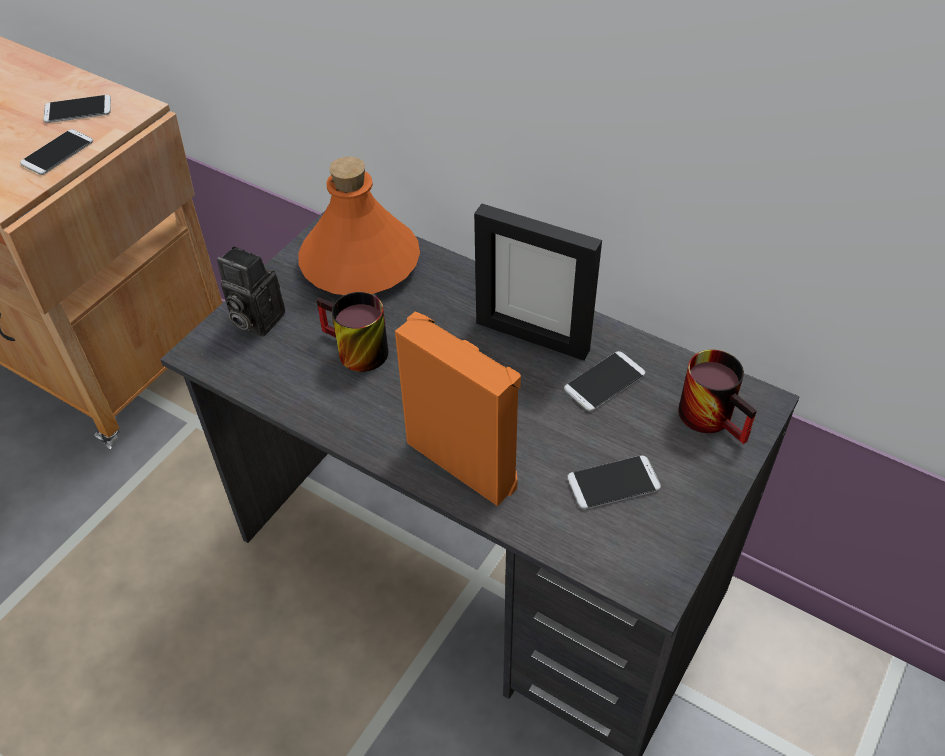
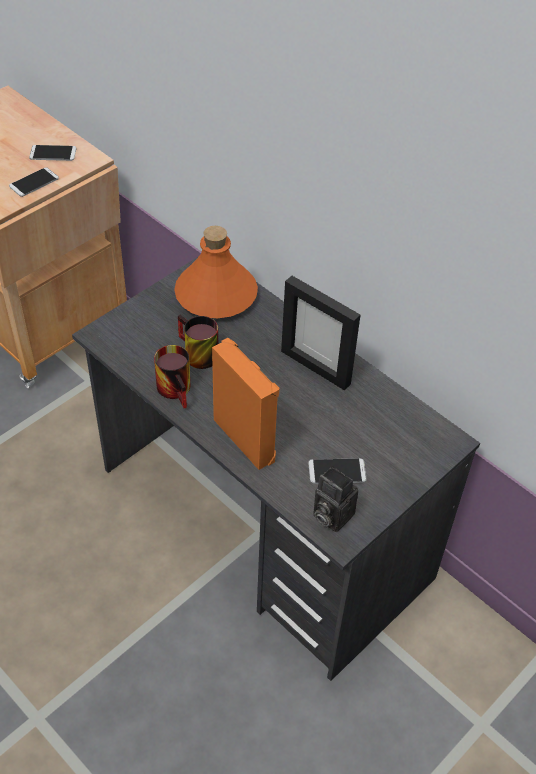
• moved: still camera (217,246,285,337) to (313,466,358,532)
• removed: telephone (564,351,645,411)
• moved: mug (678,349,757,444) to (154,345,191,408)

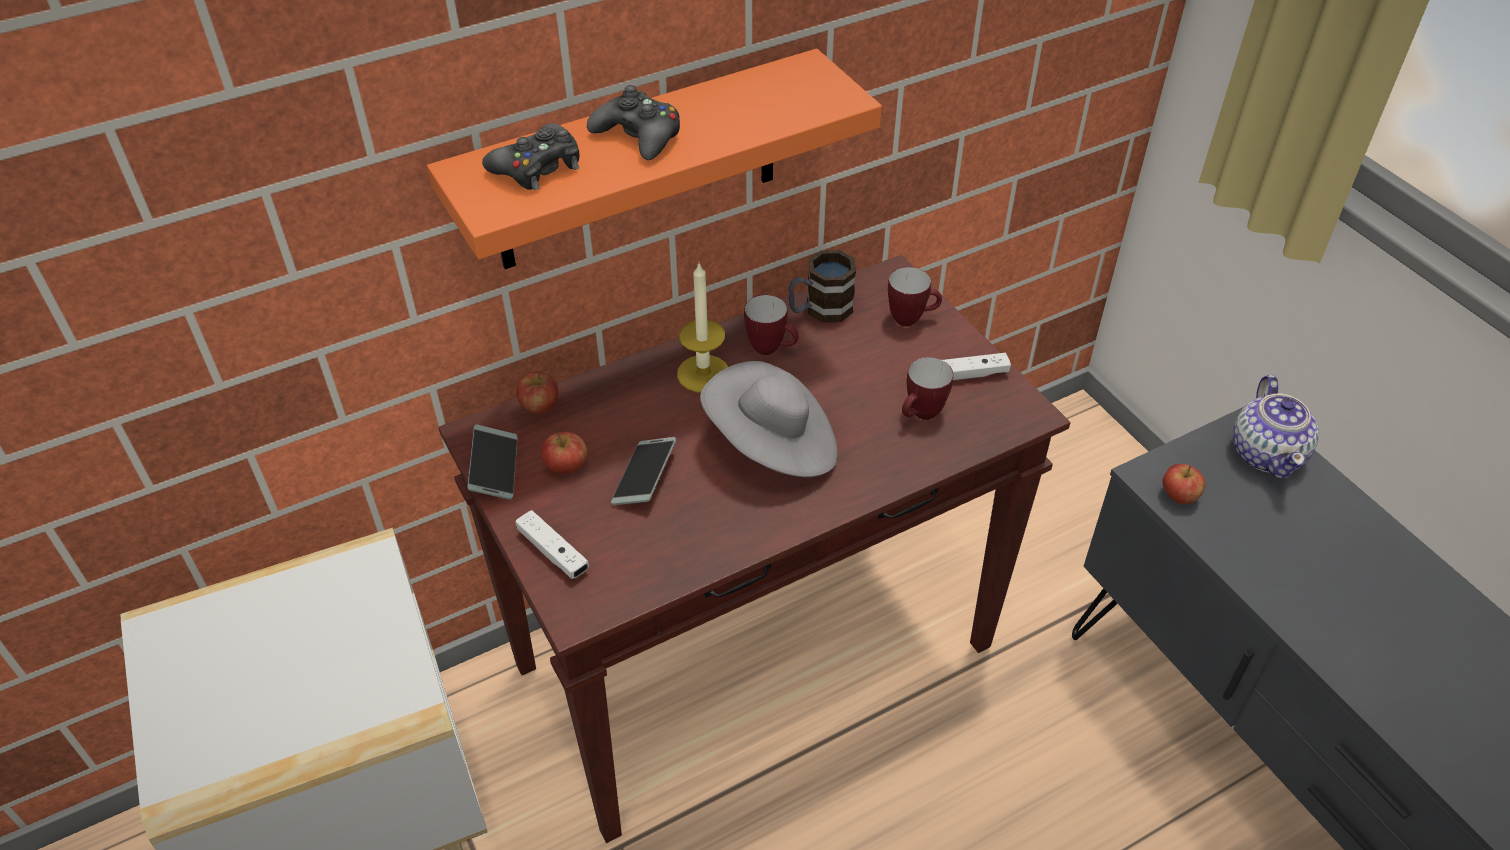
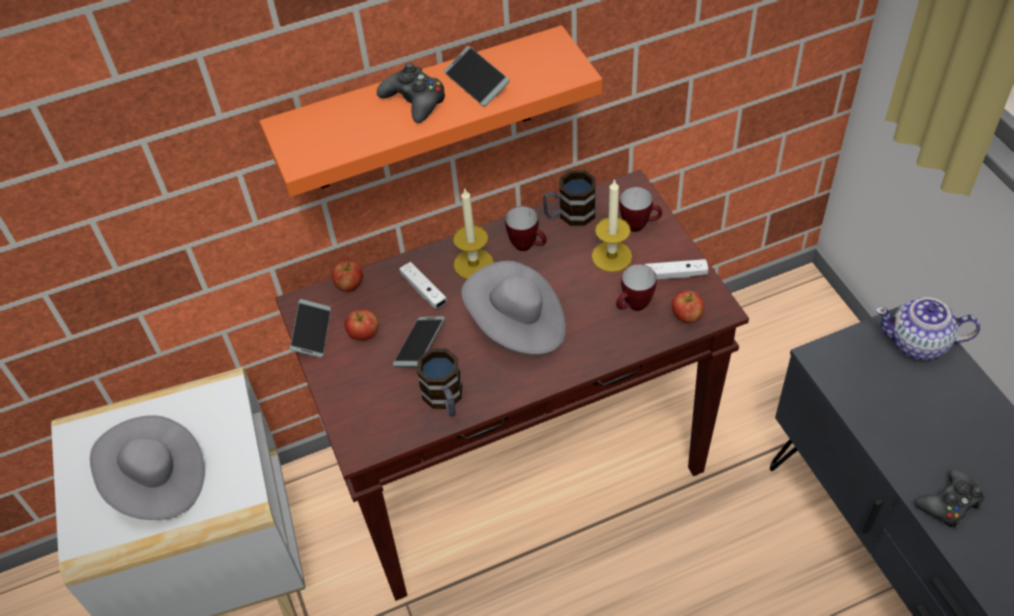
• moved: joypad (black-coloured) (482,123,579,190) to (915,469,985,529)
• moved: joypad (white-coloured) (515,510,589,579) to (399,262,447,309)
• moved: apple fruit (1162,464,1205,504) to (672,290,705,323)
• turned: teapot (1233,375,1319,479) = (875,298,980,360) 90 degrees clockwise
• added: wearable hat (gray) (90,415,205,520)
• added: mug (417,349,462,416)
• added: telephone (444,46,510,107)
• added: wax light (592,179,632,272)

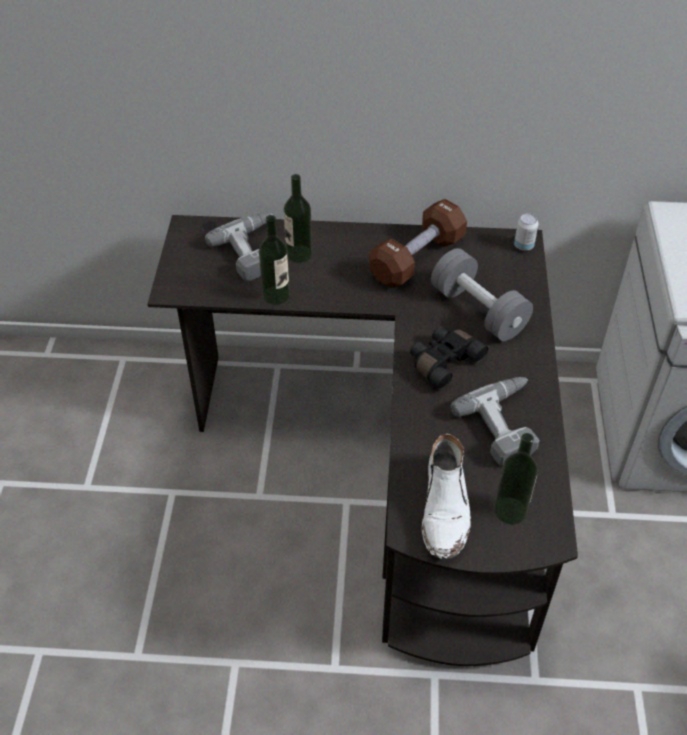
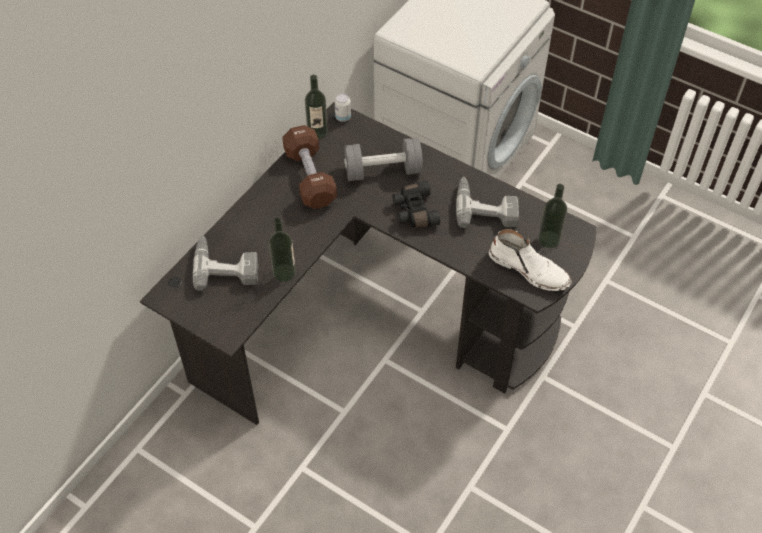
• moved: bottle (284,174,312,263) to (305,75,328,139)

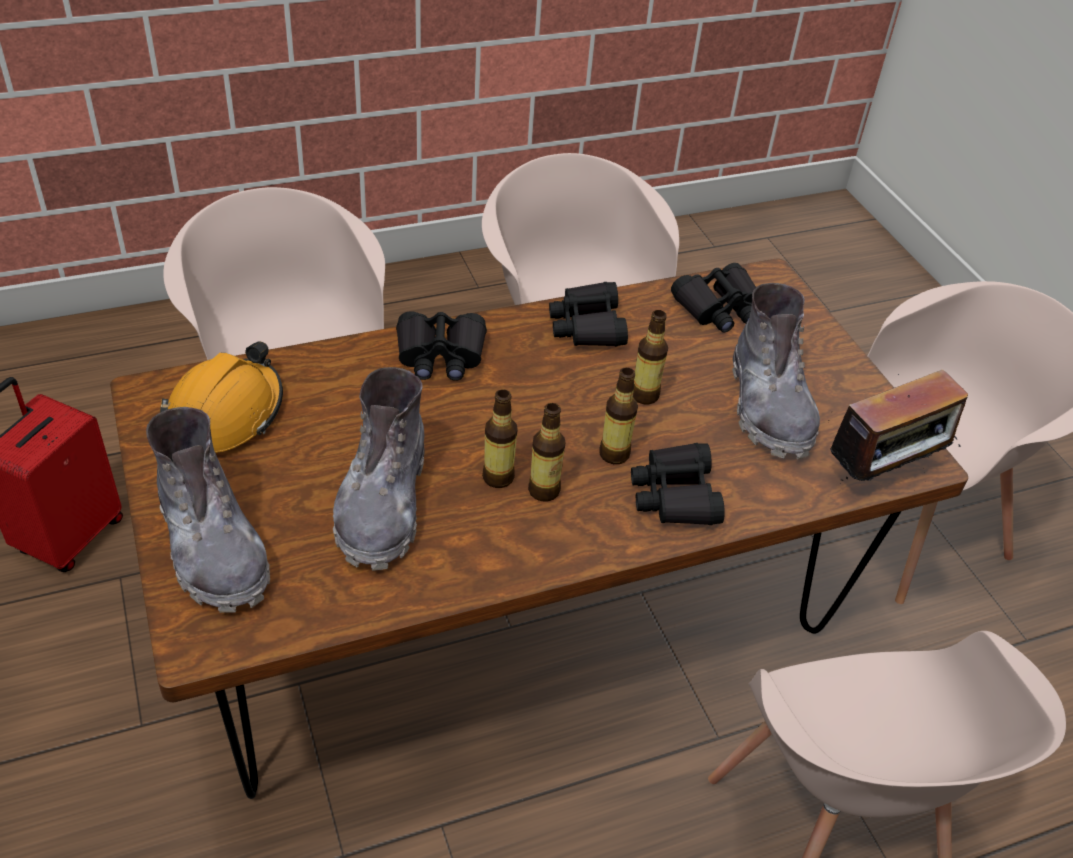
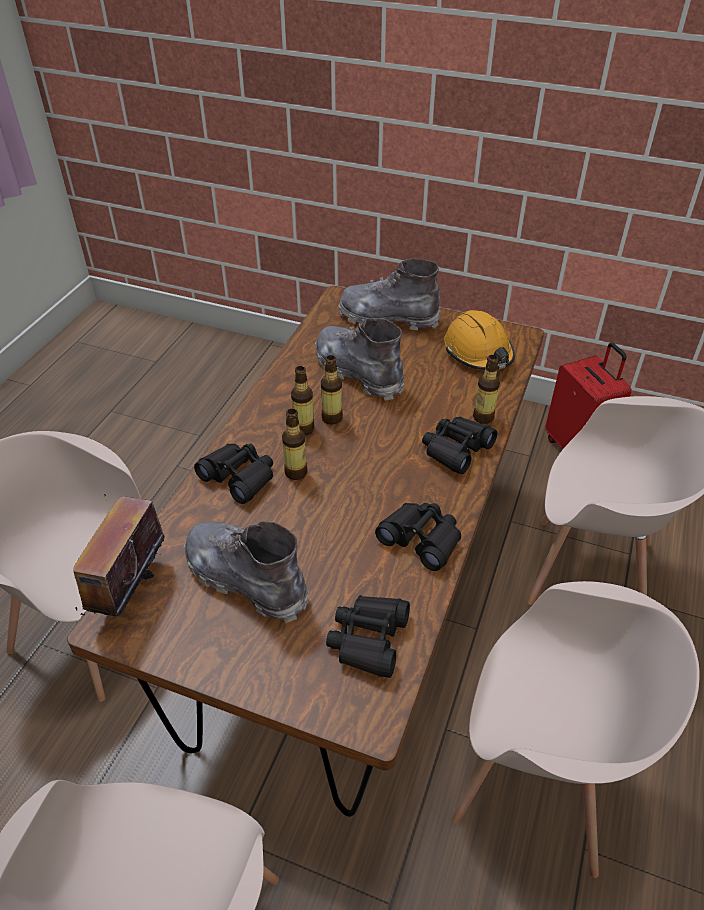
• moved: bottle (633,310,668,404) to (473,355,500,424)

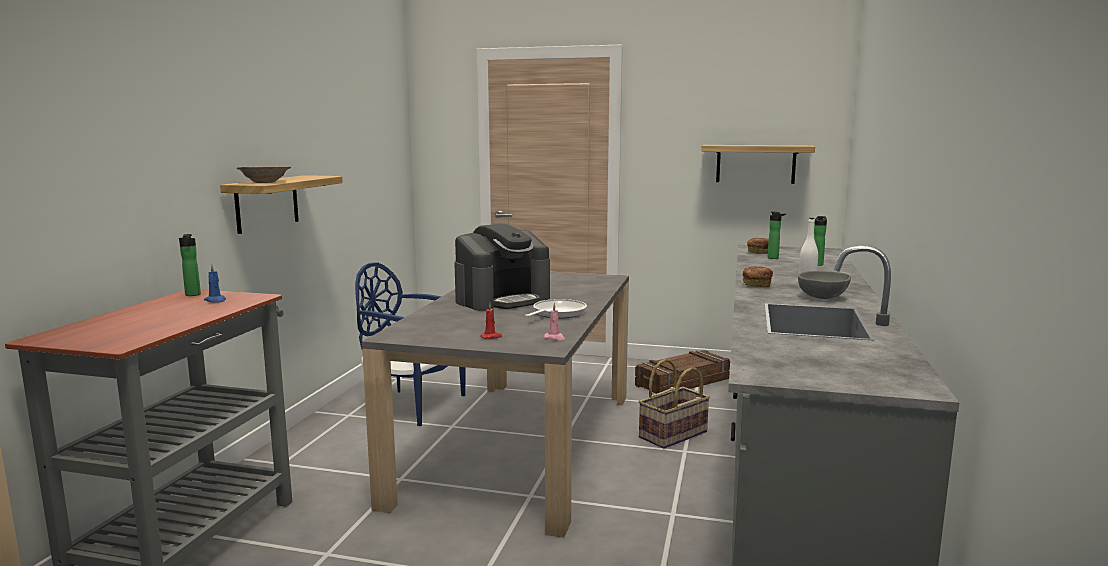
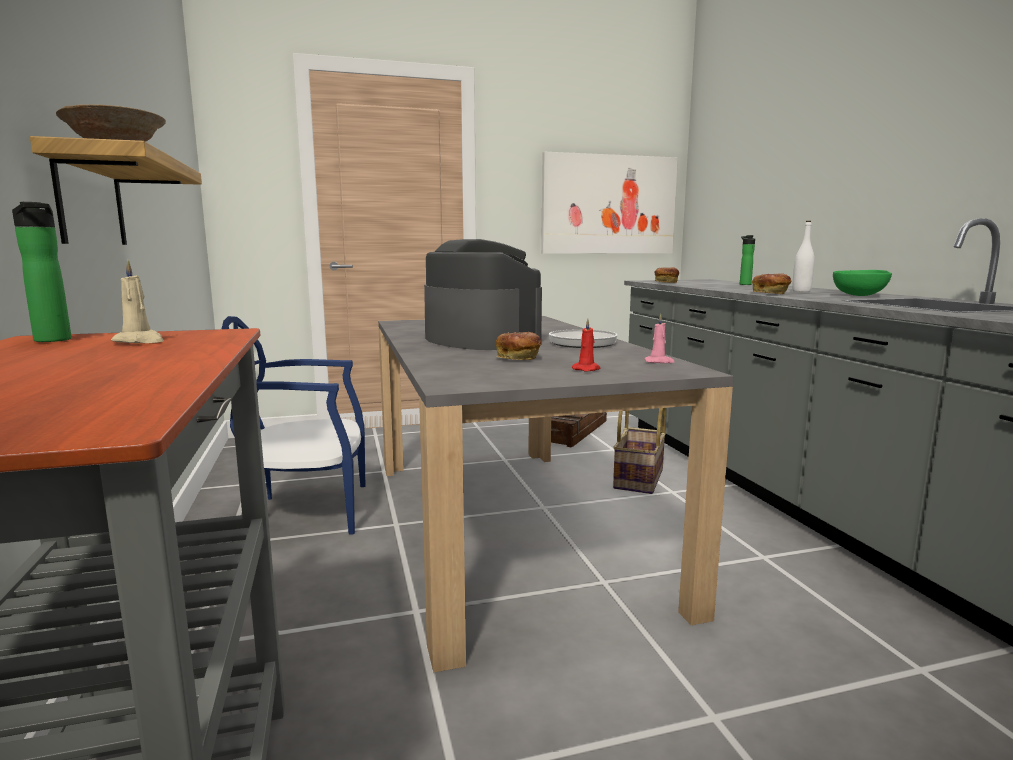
• recoloured: wax light (blue-coloured) (204,264,226,303) to wax light (sand-coloured) (111,260,164,343)
• turned: coffee maker (454,224,550,311) = (424,239,542,350) 60 degrees counterclockwise
• replaced: bracket shelf (701,145,815,184) to wall picture (541,152,678,254)
• removed: bottle (768,211,786,259)
• recoloured: bowl (gray) (798,271,851,299) to bowl (greenish) (833,270,892,296)
• added: bread (496,332,541,360)

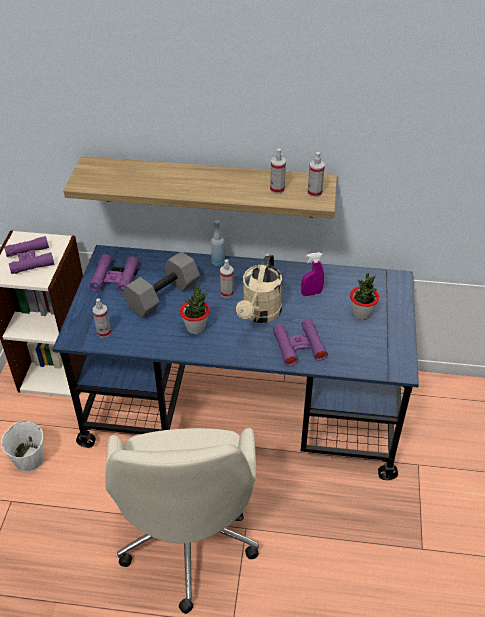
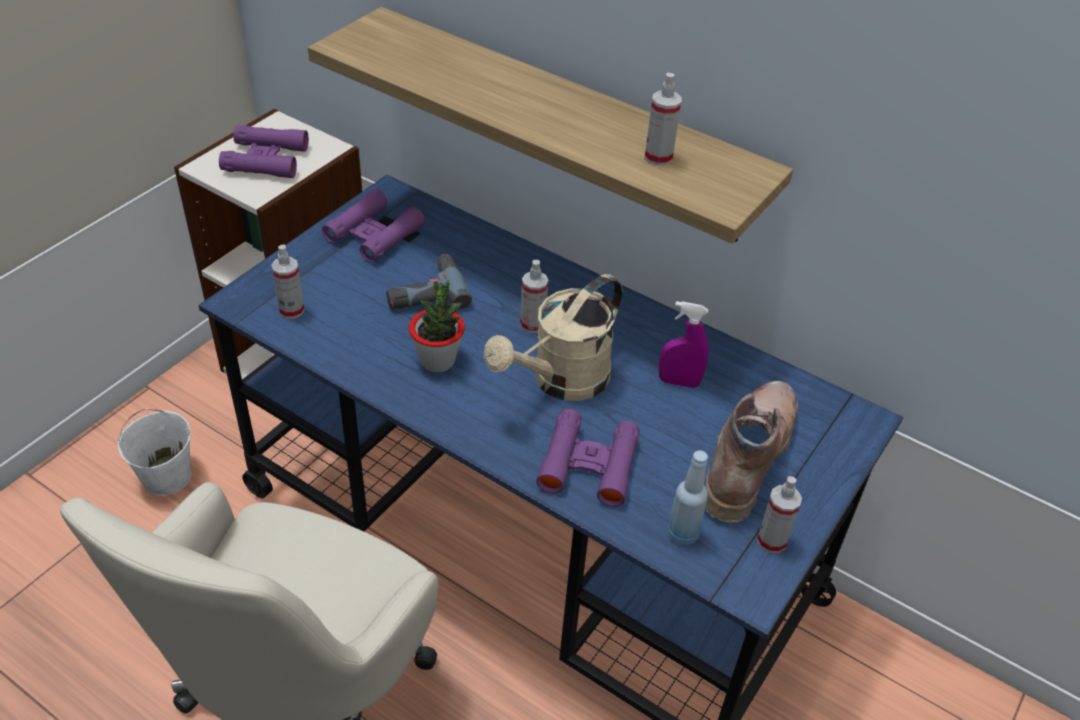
• replaced: dumbbell (gray) (123,252,200,318) to drill (387,254,472,309)
• moved: bottle (blue-coloured) (211,220,225,266) to (668,450,708,545)
• moved: spray bottle (308,152,325,197) to (757,476,802,553)
• replaced: potted plant (350,273,379,320) to boot (brownish) (704,381,798,522)

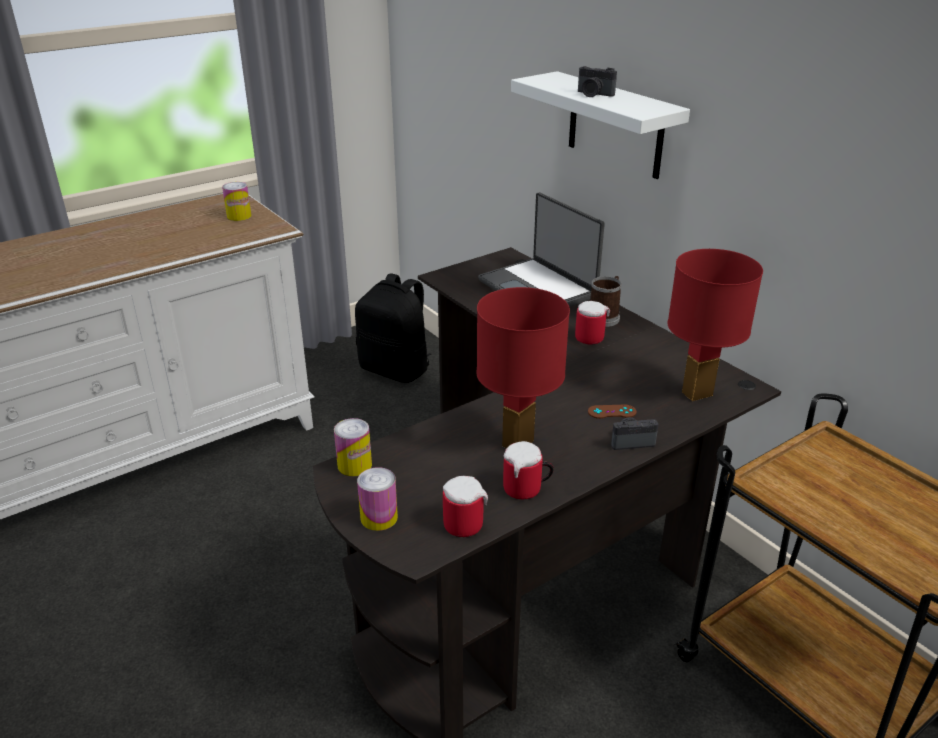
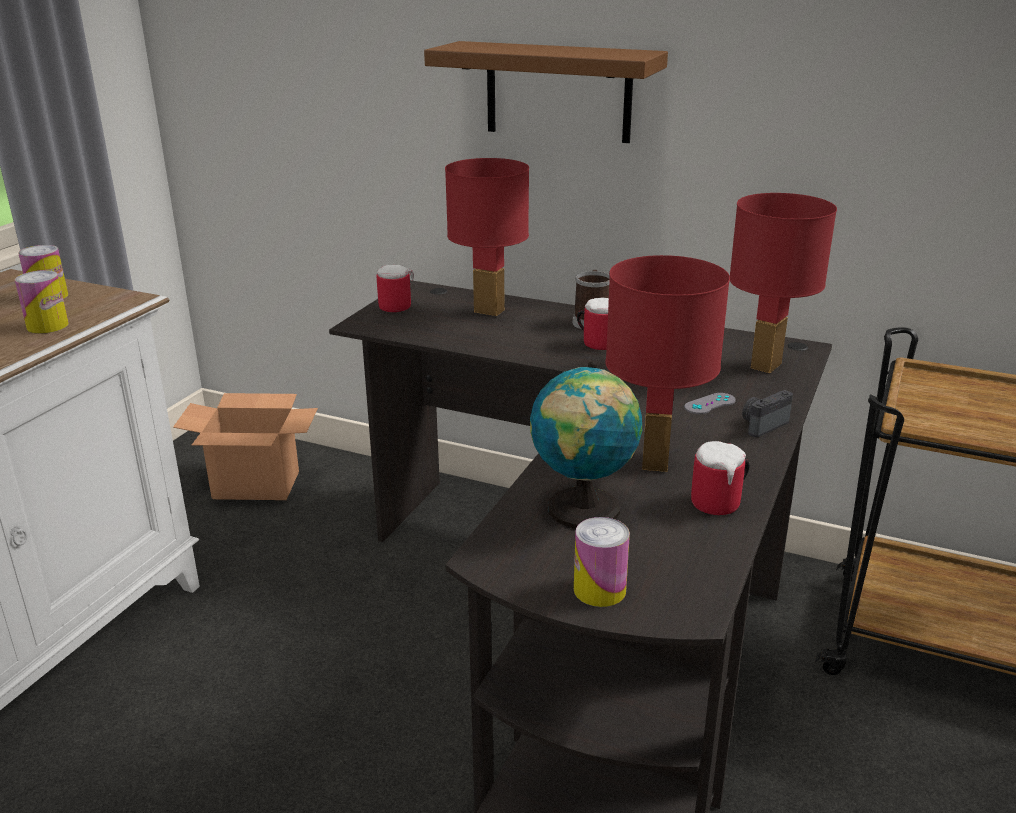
• moved: can (334,418,372,476) to (15,270,69,334)
• replaced: knapsack (black-coloured) (355,273,431,383) to packing box (173,393,318,500)
• moved: mug (443,476,488,537) to (377,265,414,312)
• replaced: portable computer (478,192,605,307) to table lamp (reddish) (445,158,529,316)
• recoloured: bracket shelf (white-coloured) (511,71,690,179) to bracket shelf (brownish) (424,41,668,143)
• removed: still camera (578,66,617,97)
• recoloured: joypad (brownish) (588,405,637,419) to joypad (gray) (684,393,736,414)
• added: world globe (530,361,642,529)

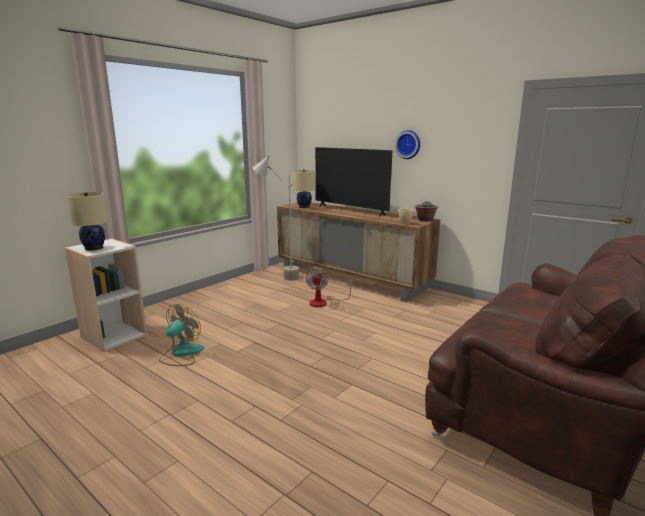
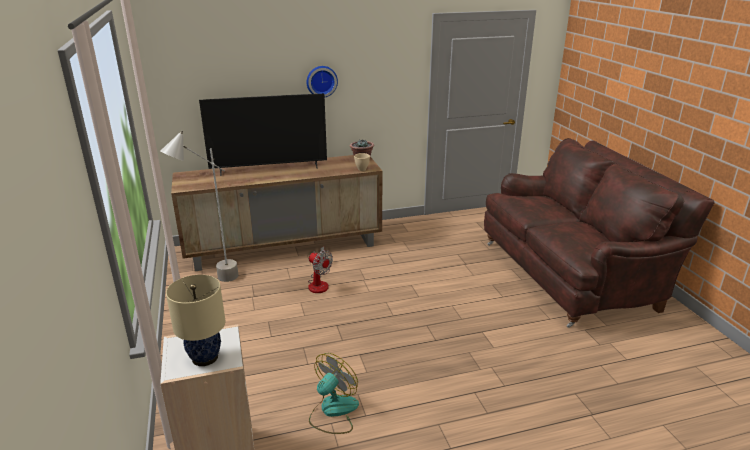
• turned: fan (159,304,204,366) = (309,353,359,434) 60 degrees clockwise
• removed: table lamp (sand-coloured) (293,169,315,208)

